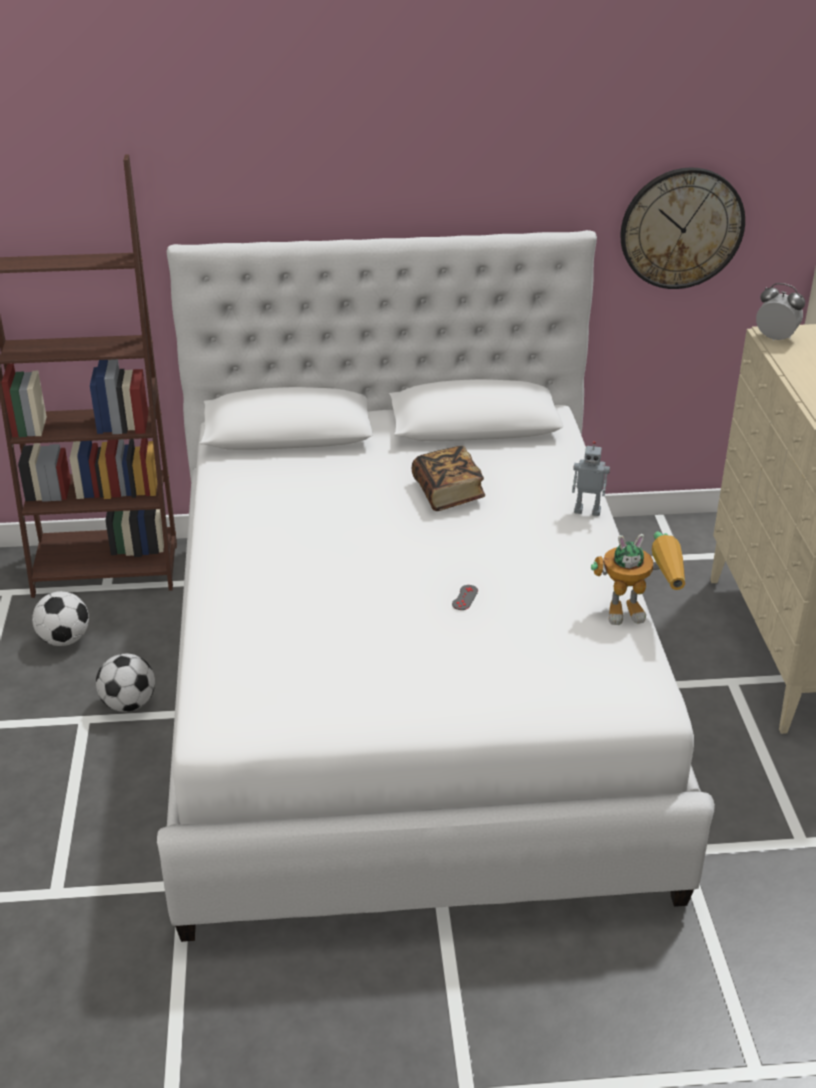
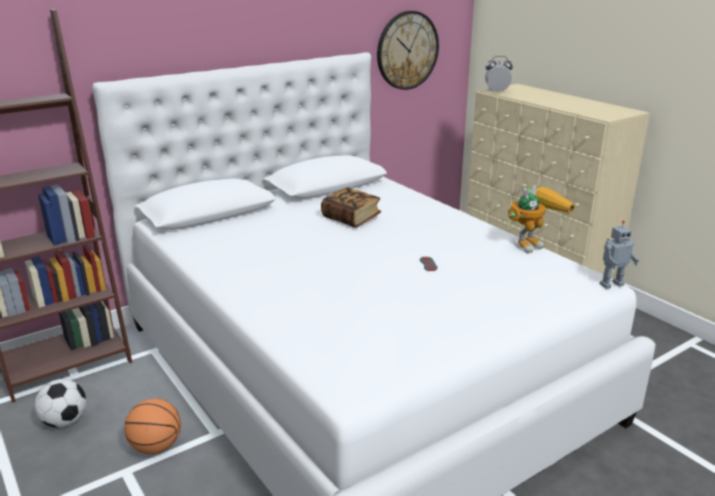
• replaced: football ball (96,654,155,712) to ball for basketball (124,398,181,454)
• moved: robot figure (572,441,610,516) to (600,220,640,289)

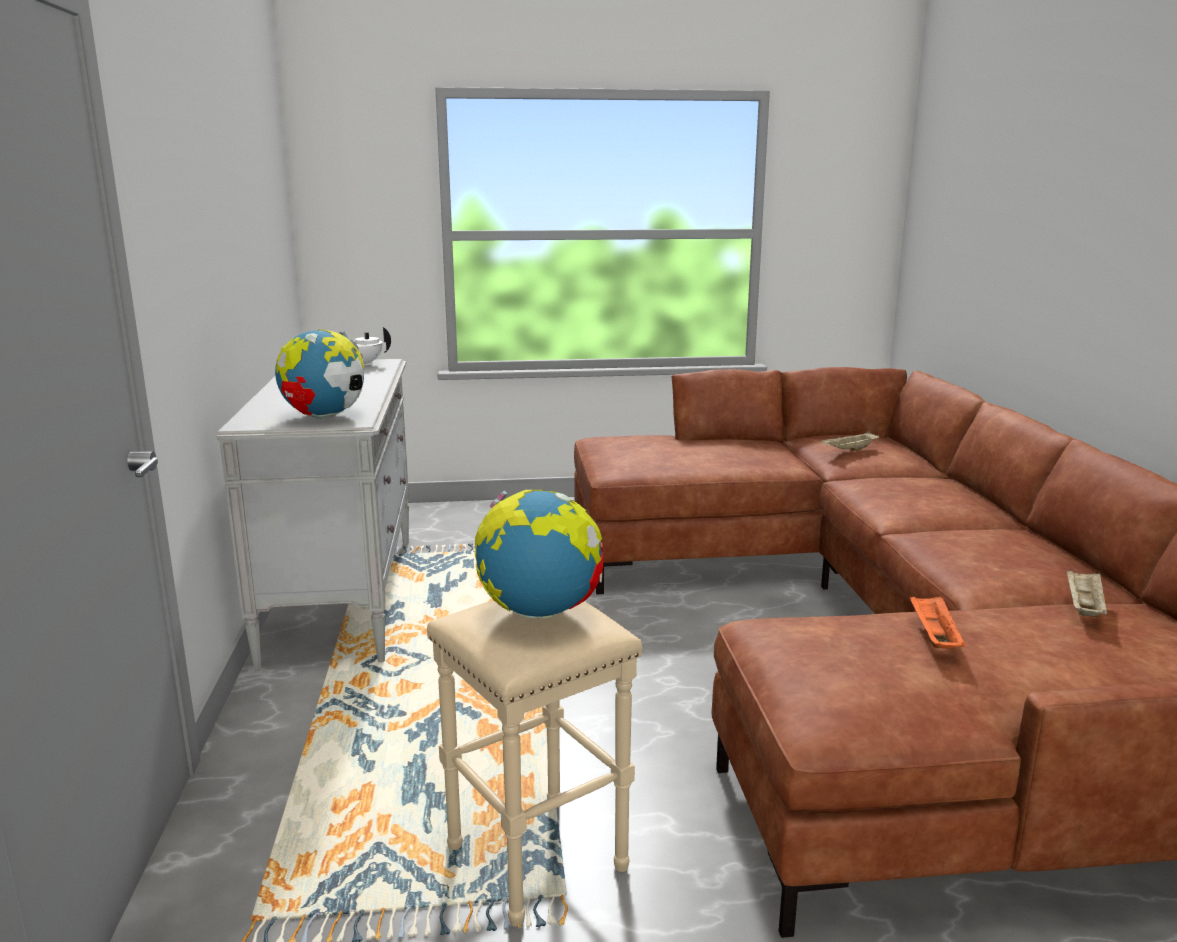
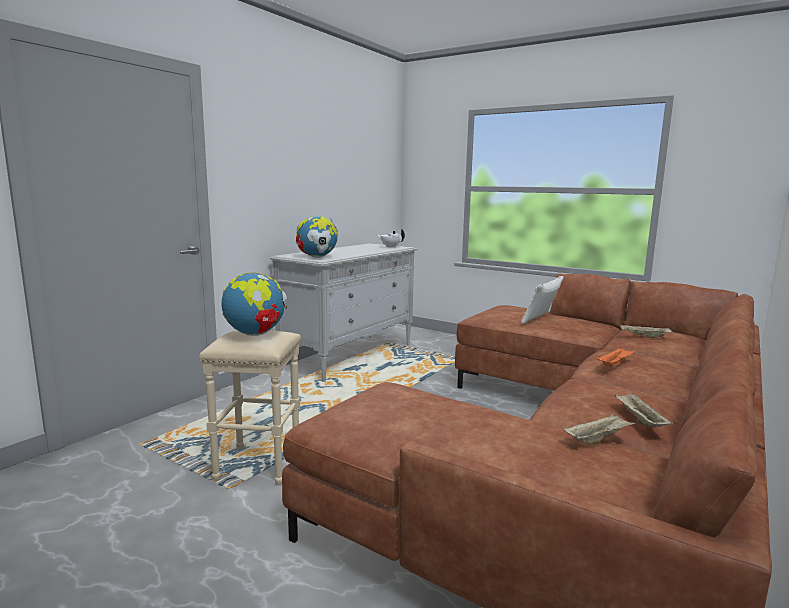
• moved: carrying tray (orange) (910,595,966,649) to (598,347,637,368)
• added: throw pillow (white-coloured) (521,276,563,324)
• added: carrying tray (sand-coloured) (615,393,673,427)

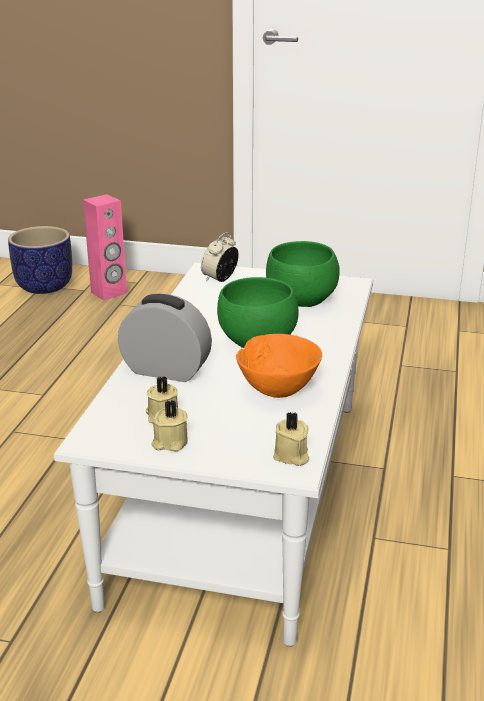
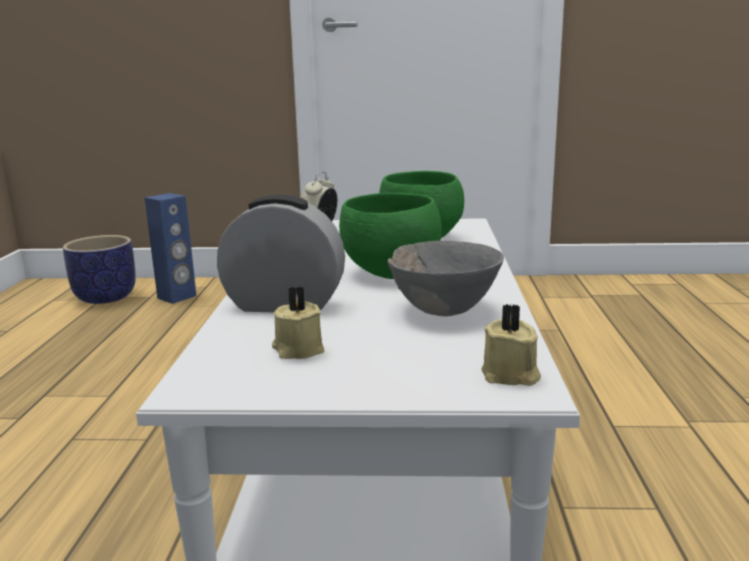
• recoloured: loudspeaker (pink) (83,194,127,300) to loudspeaker (blue-coloured) (145,193,197,304)
• removed: wax light (sand-coloured) (152,400,188,451)
• recoloured: bowl (orange) (236,334,322,398) to bowl (gray) (387,241,504,316)

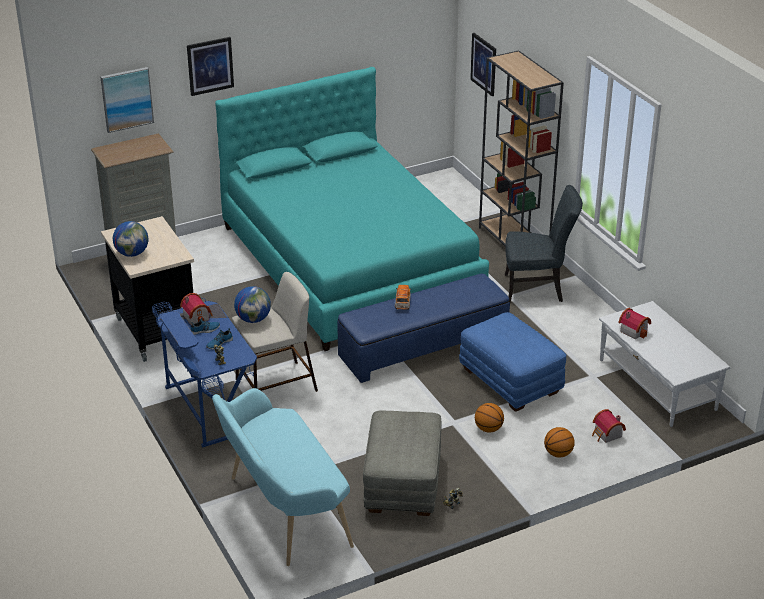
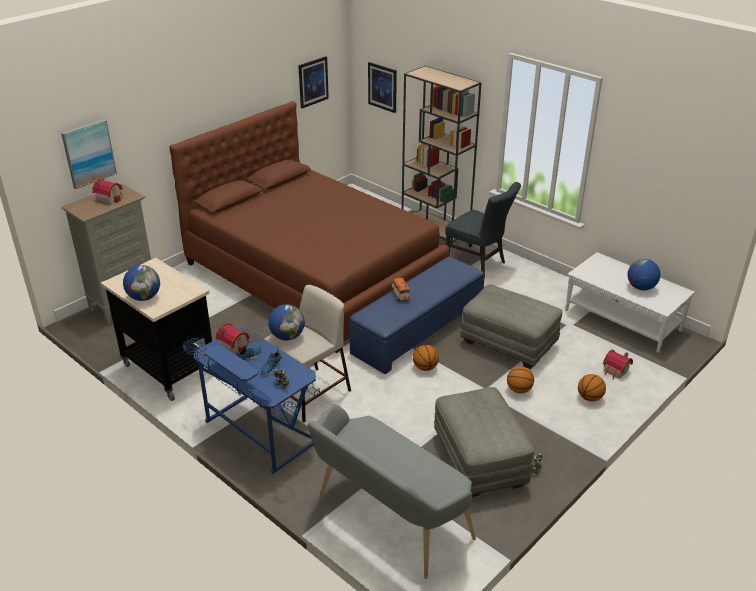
• moved: wall picture (187,37,234,96) to (298,56,329,108)
• recoloured: indoor bench (turquoise-coloured) (212,388,354,566) to indoor bench (gray) (308,404,476,579)
• recoloured: bedroom bed (turquoise-coloured) (215,67,489,351) to bedroom bed (brownish) (169,101,449,353)
• recoloured: pouffe (blue-coloured) (459,312,566,412) to pouffe (gray) (461,285,562,369)
• turned: plain chair (gray) (505,185,583,303) = (445,182,521,278) 60 degrees clockwise
• moved: model house (618,308,651,340) to (92,179,123,204)
• added: ball for basketball (413,345,439,371)
• added: world globe (628,259,661,290)

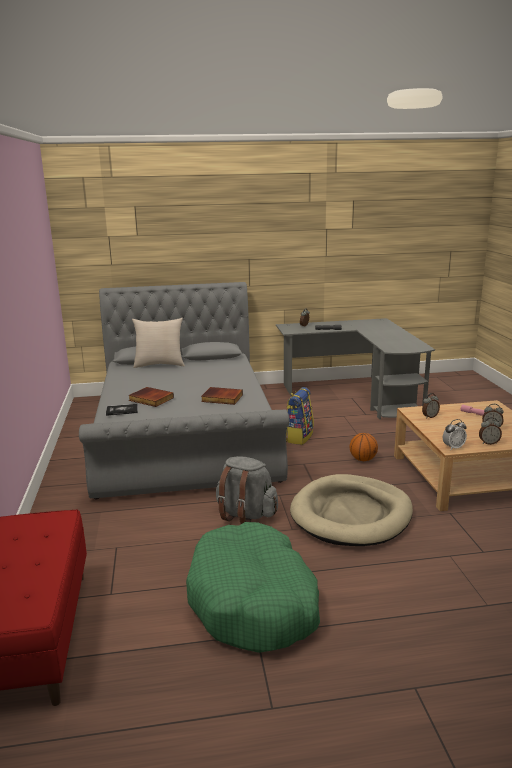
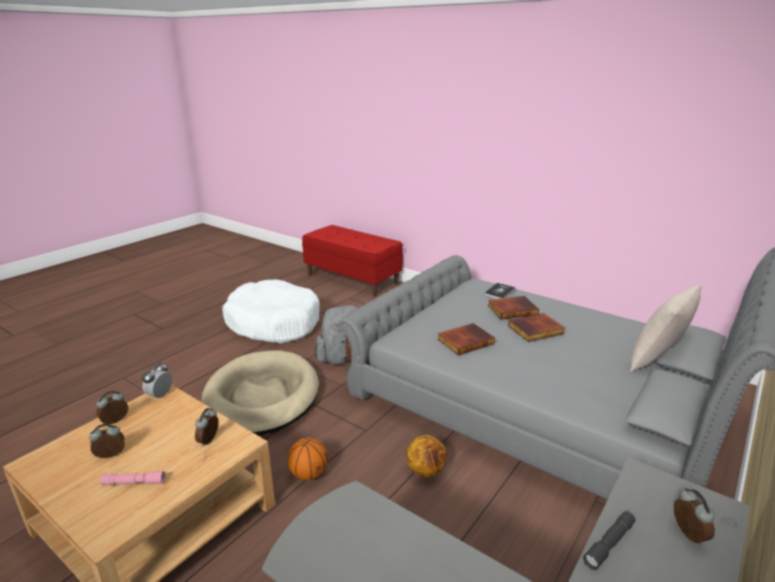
• recoloured: dog bed (greenish) (186,522,320,653) to dog bed (white-coloured) (222,279,319,344)
• replaced: knapsack (286,387,314,445) to ball for basketball (406,435,447,477)
• added: volume (508,313,565,342)

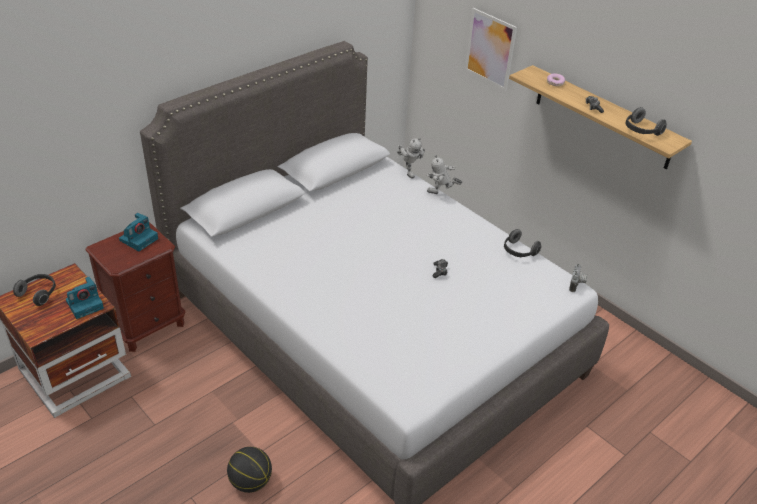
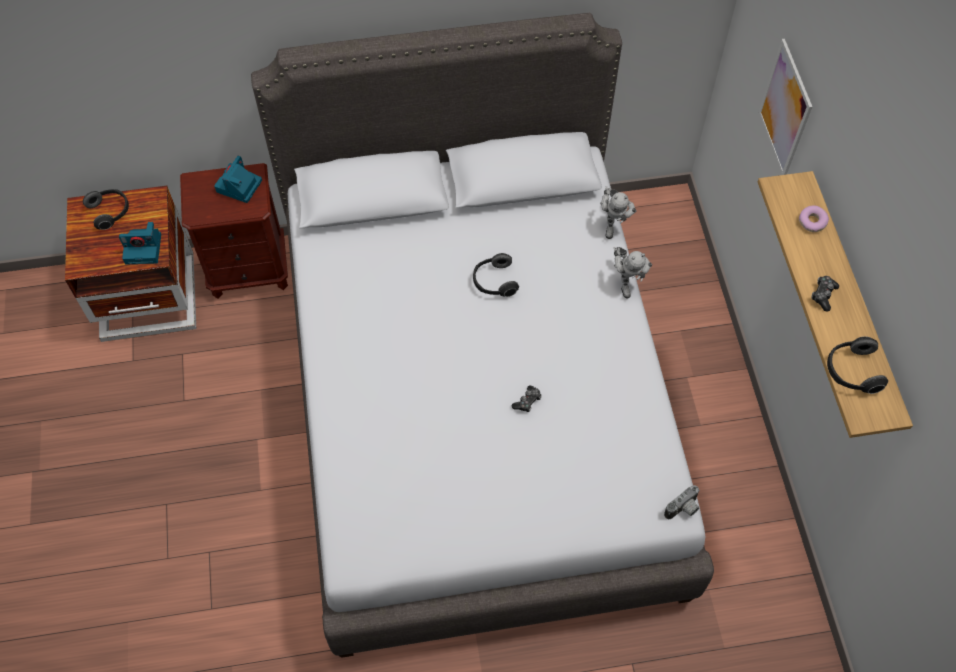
• turned: still camera (119,213,158,251) = (214,156,262,203) 135 degrees clockwise
• removed: ball for basketball (227,447,272,493)
• turned: robot figure (427,155,463,194) = (614,247,652,298) 135 degrees counterclockwise
• moved: headset (504,229,541,257) to (473,253,519,297)

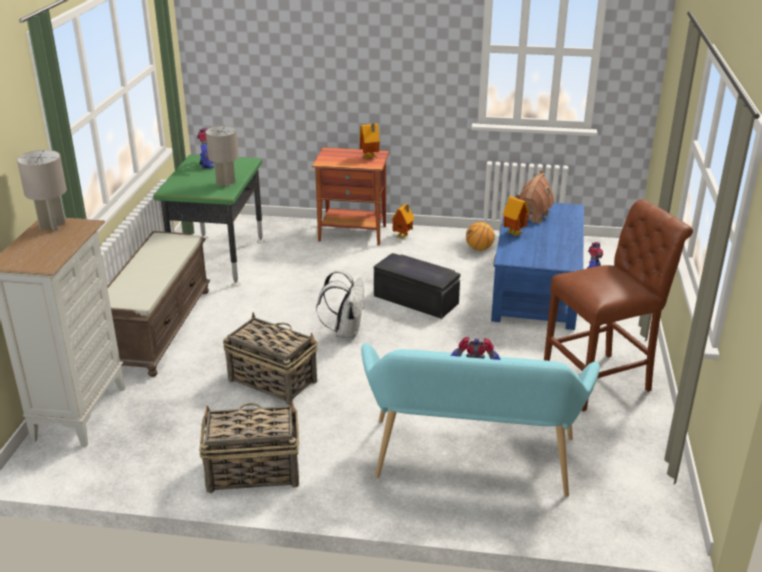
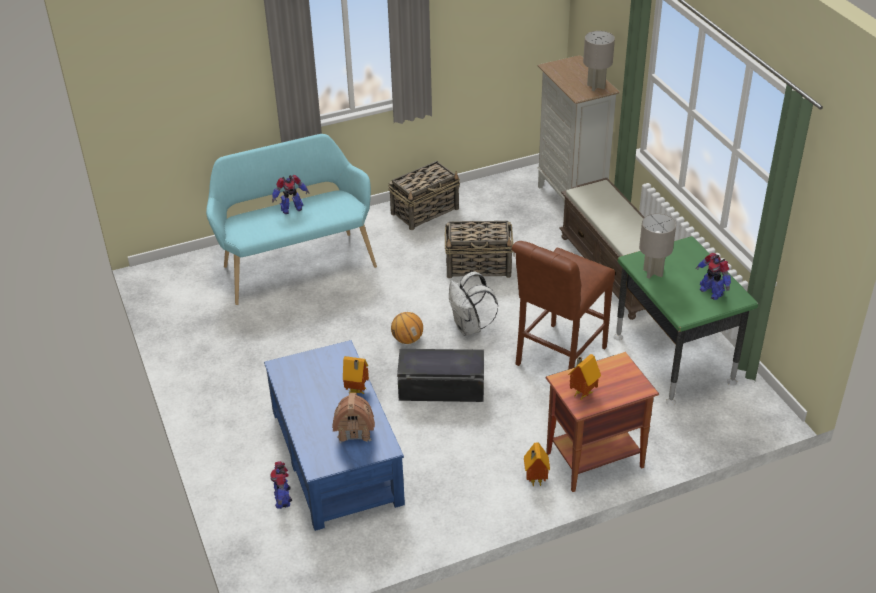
• moved: ball for basketball (466,222,495,251) to (391,312,423,344)
• moved: stool seat (brownish) (544,199,693,411) to (512,241,615,369)

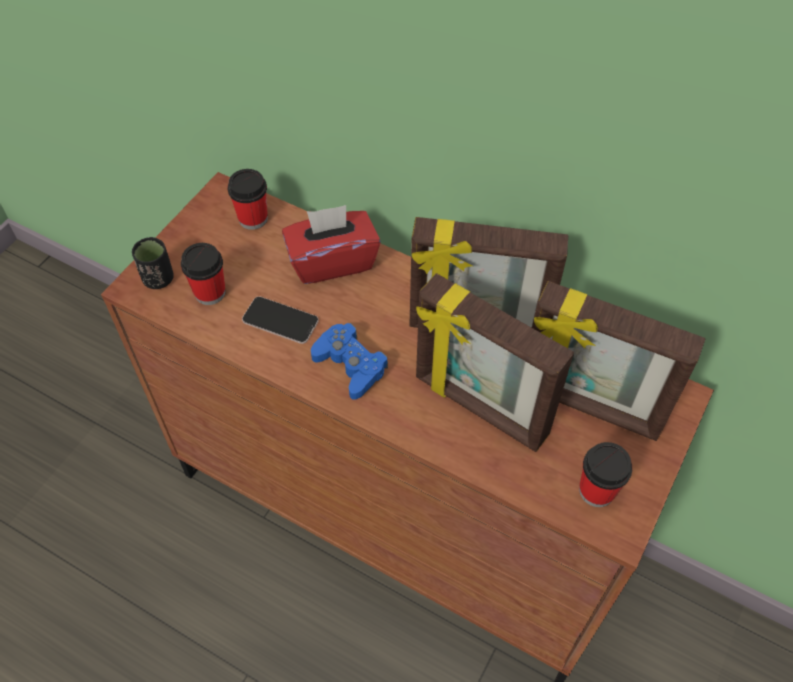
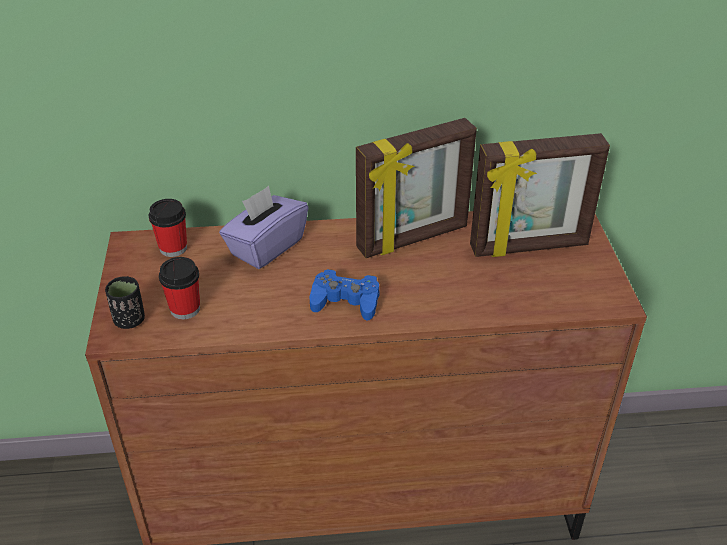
• removed: telephone (242,296,319,344)
• recoloured: tissue box (reddish) (282,205,381,284) to tissue box (purple-coloured) (219,186,308,269)
• removed: picture frame (416,273,574,452)
• removed: drinking cup (579,442,632,507)

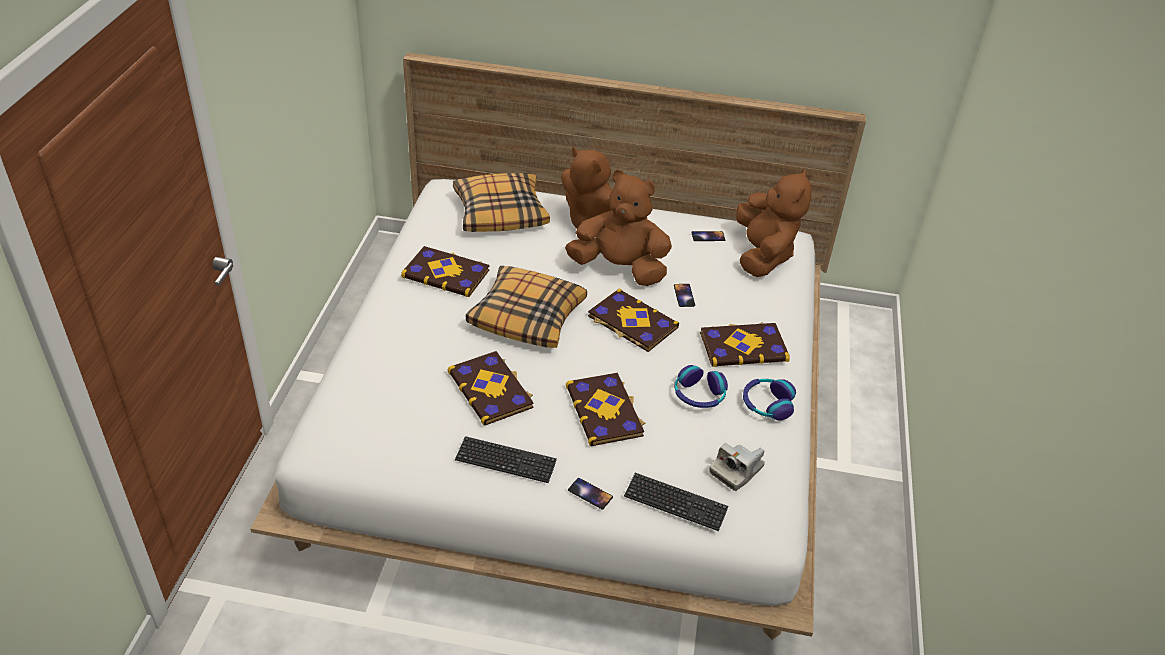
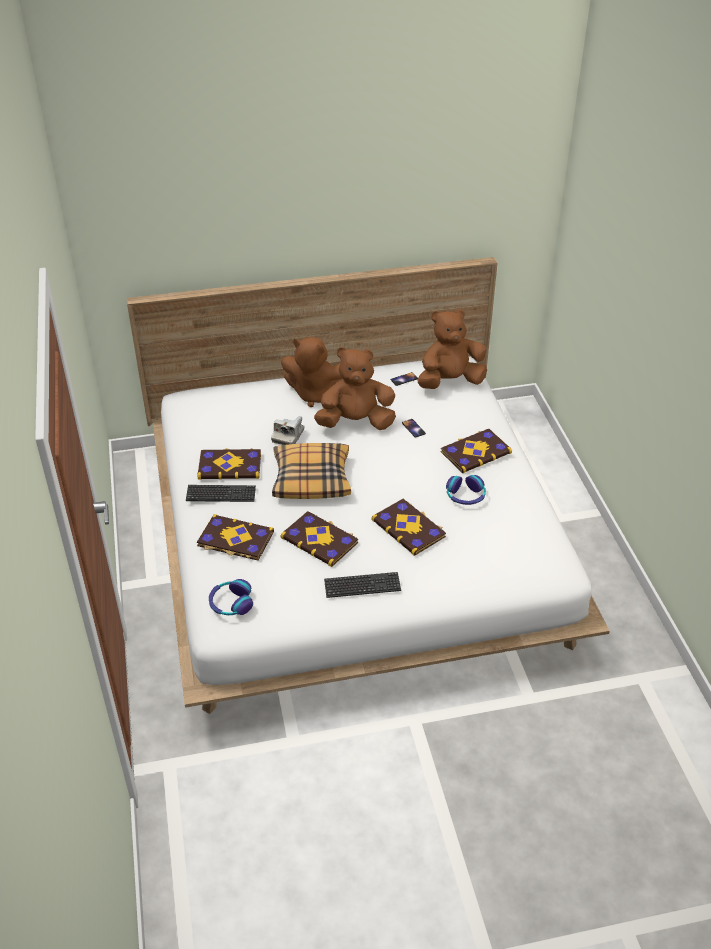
• removed: throw pillow (453,173,550,232)
• removed: telephone (568,478,613,509)
• moved: volume (588,289,679,352) to (197,514,274,561)
• moved: PC keyboard (624,473,728,531) to (186,485,256,502)
• moved: still camera (709,443,765,491) to (271,416,304,445)
• turned: cuddly toy (brownish) (736,169,812,277) = (417,309,487,389) 90 degrees counterclockwise
• moved: headset (743,379,796,421) to (209,579,253,615)

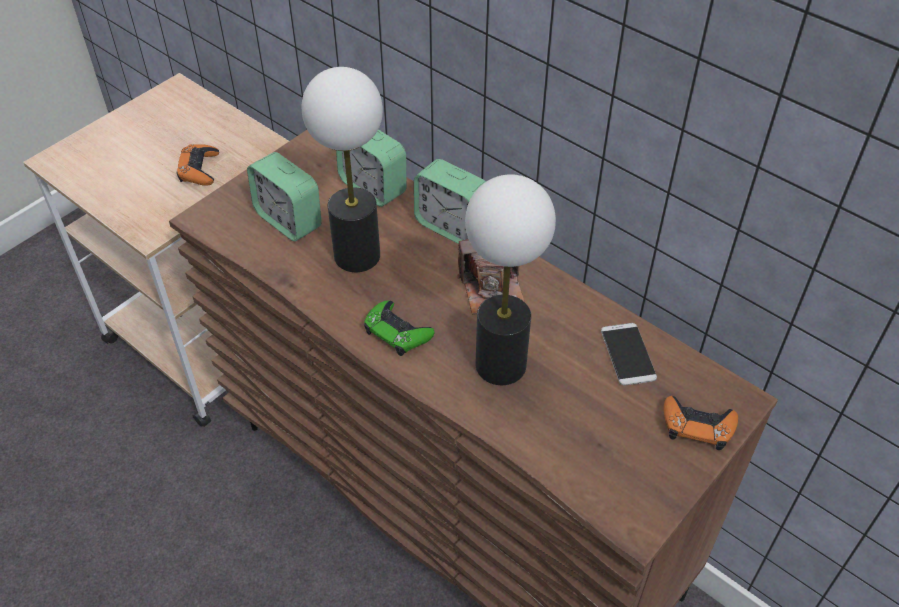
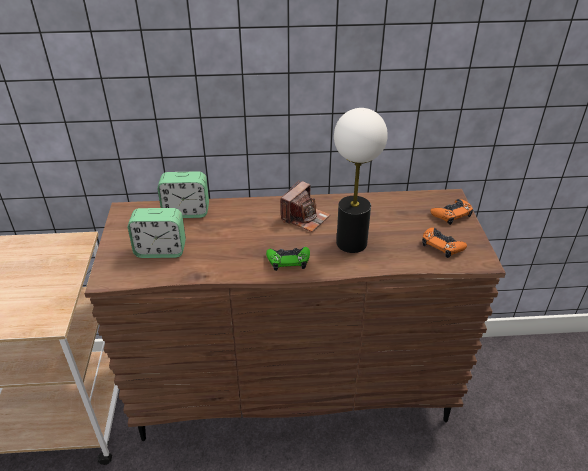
• moved: joypad (orange) (176,144,219,186) to (422,228,467,258)
• removed: table lamp (302,67,383,272)
• removed: alarm clock (414,159,486,244)
• removed: telephone (601,323,657,386)

